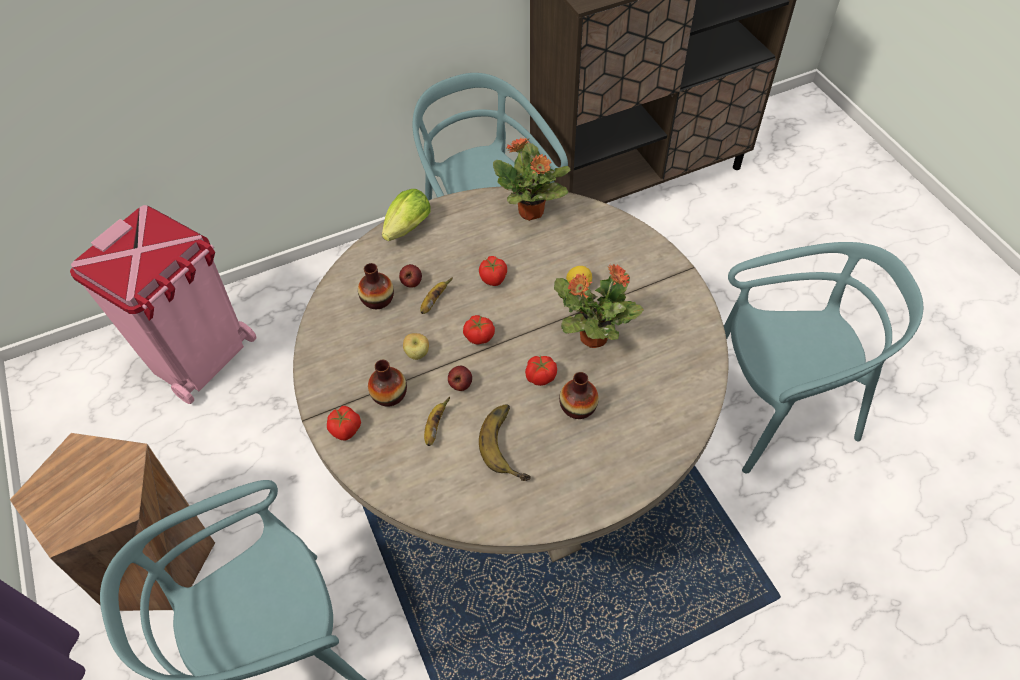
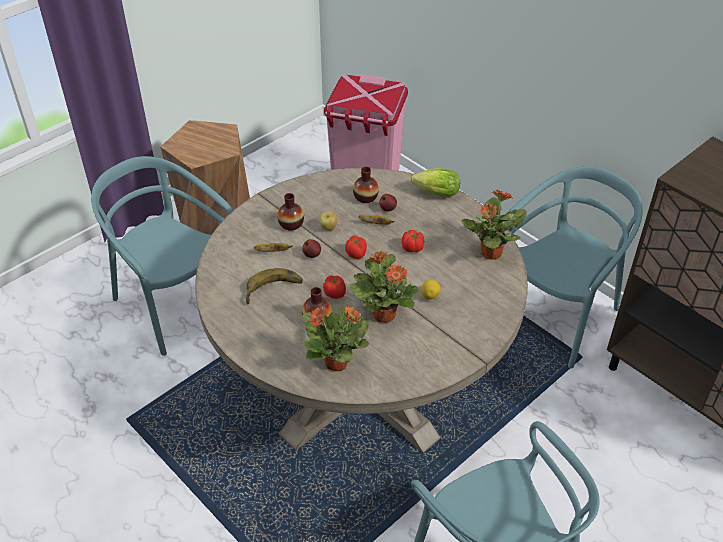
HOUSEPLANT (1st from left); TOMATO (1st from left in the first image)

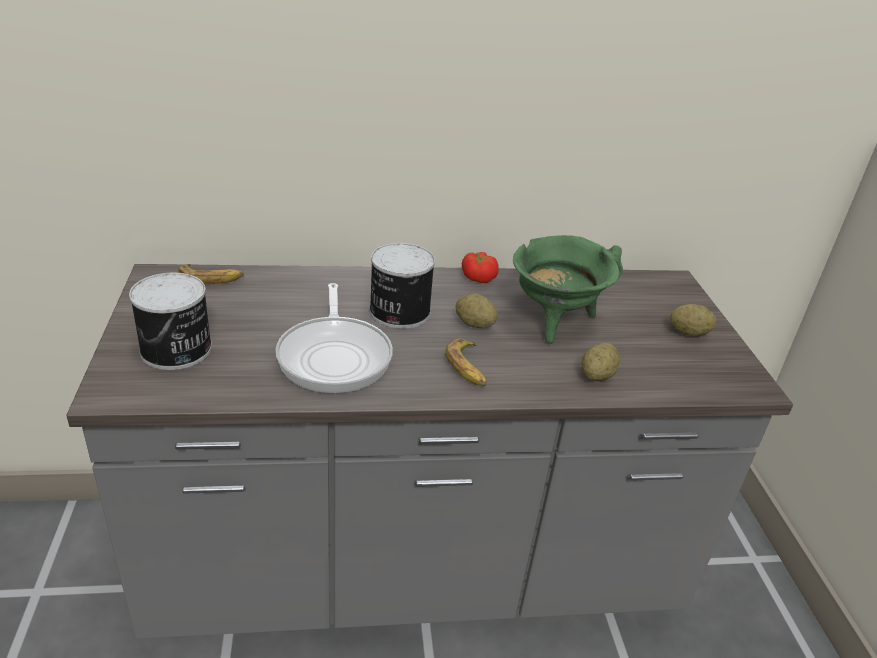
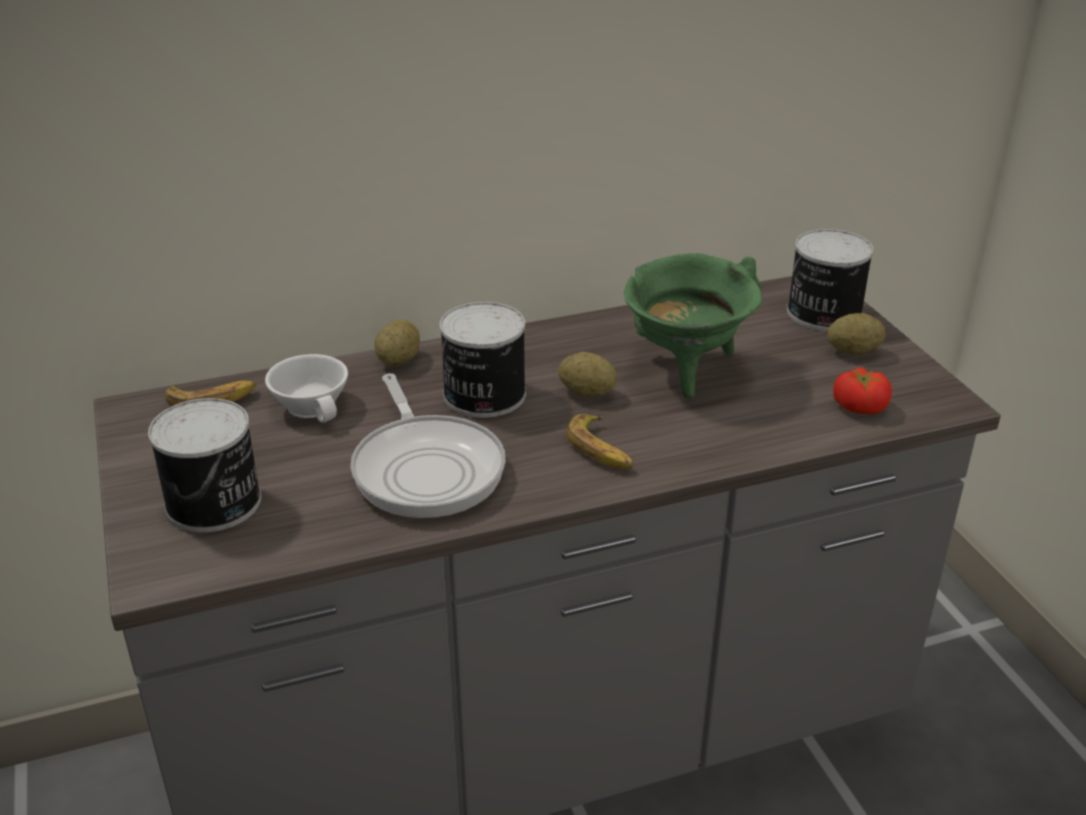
WHITE-COLOURED CUP; SPUD (1st from left); CAN (3rd from left); TOMATO

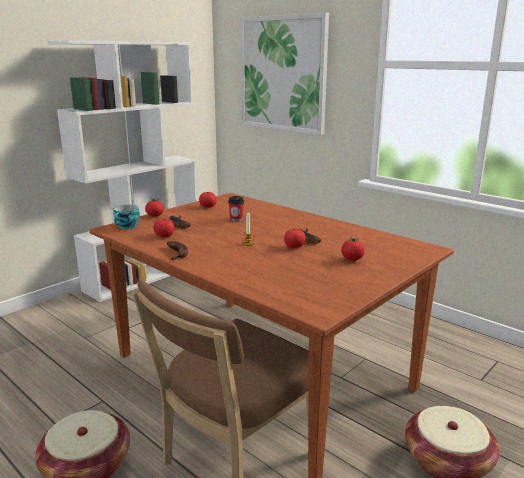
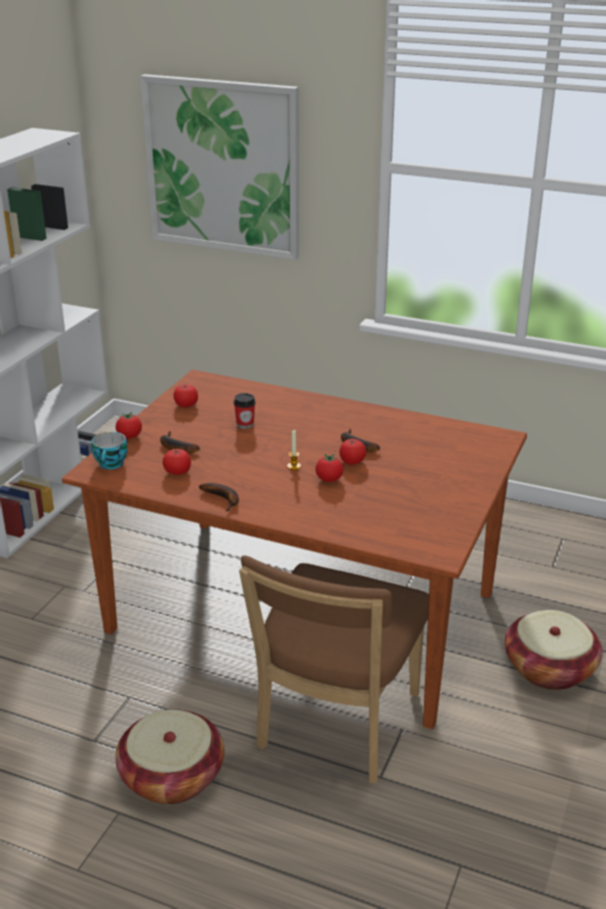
TOMATO (4th from left)

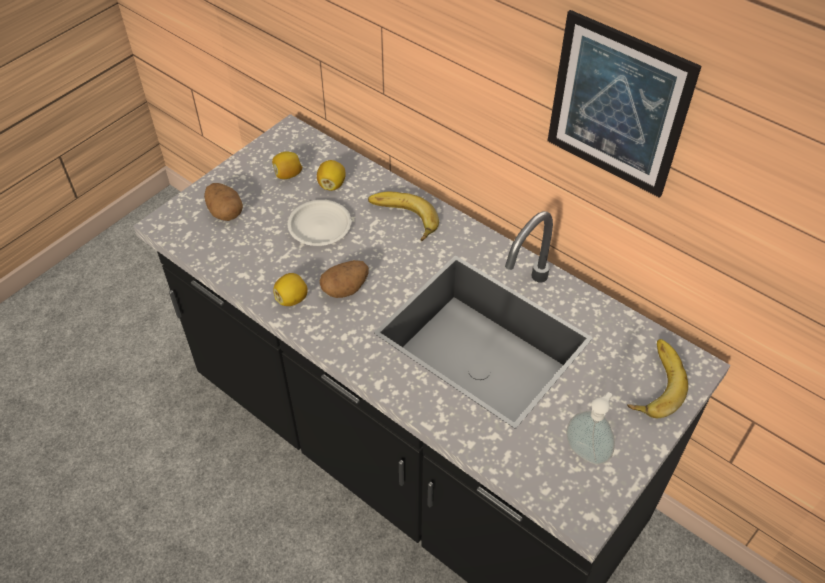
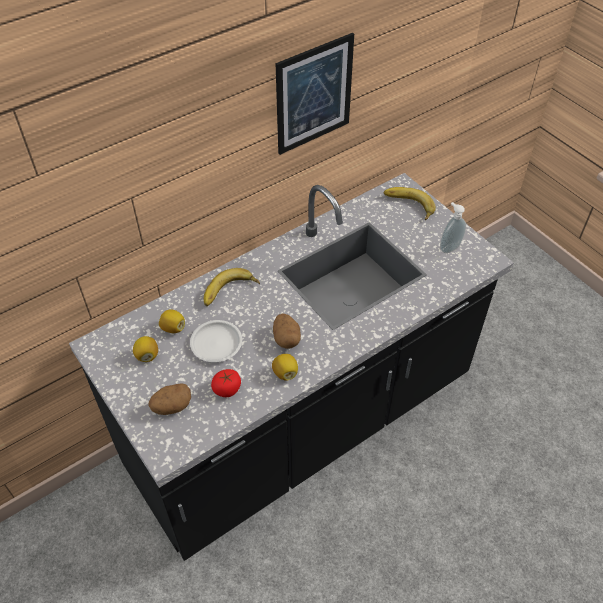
TOMATO

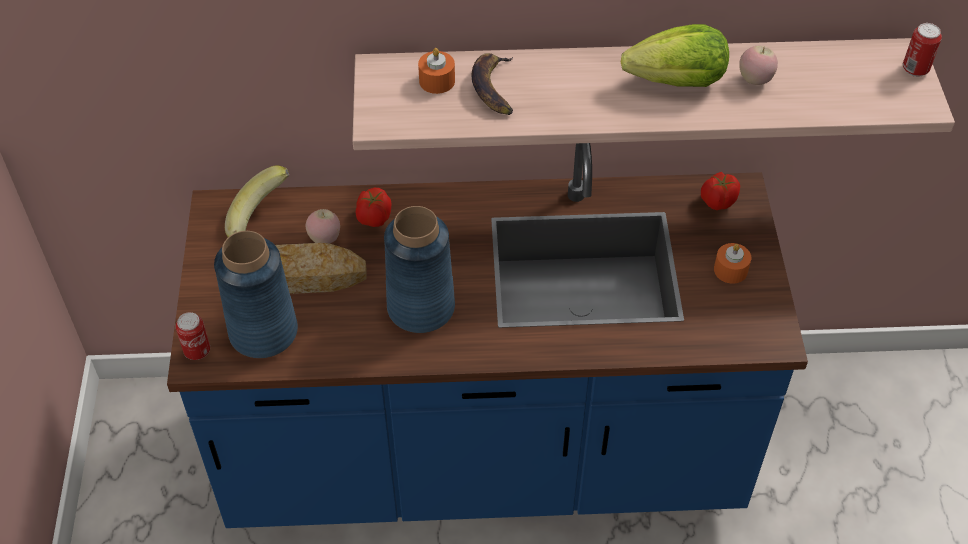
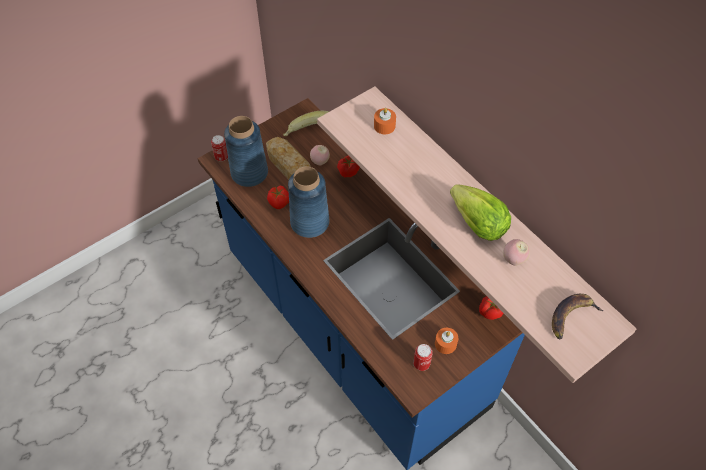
TOMATO (1st from left); CAN (2nd from left); BANANA FRUIT (2nd from left)

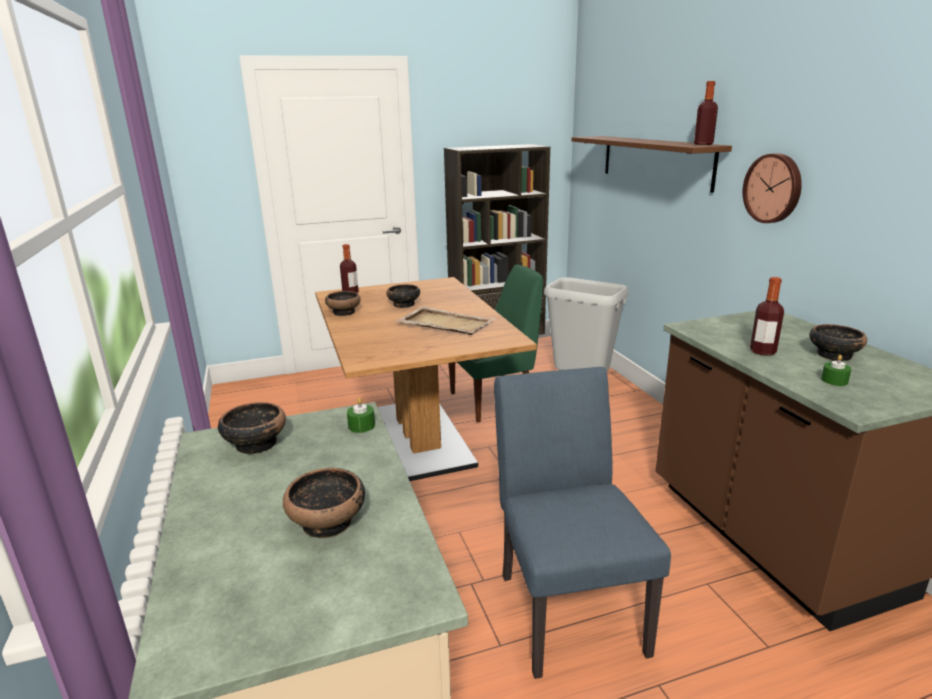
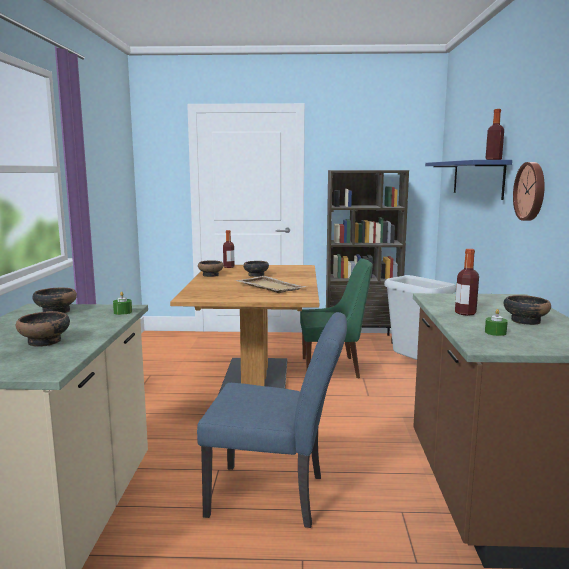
BLUE PLAIN CHAIR; BLUE SHELF

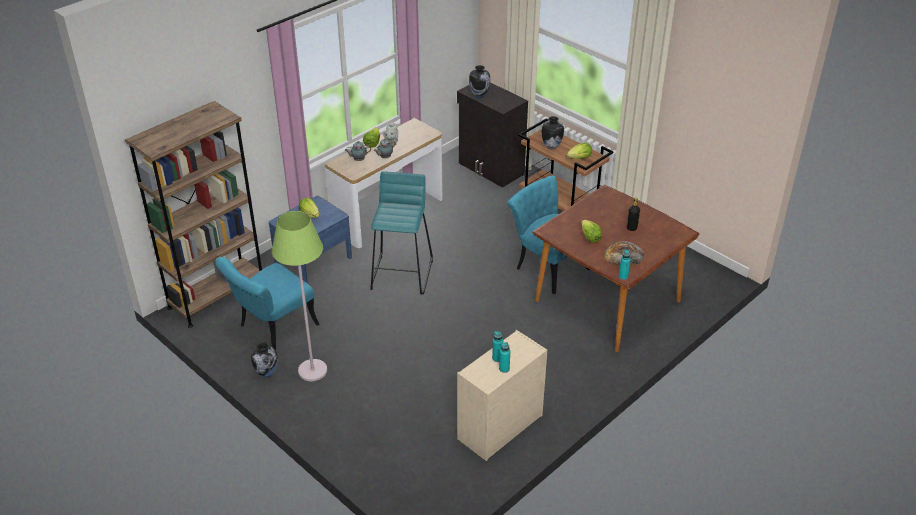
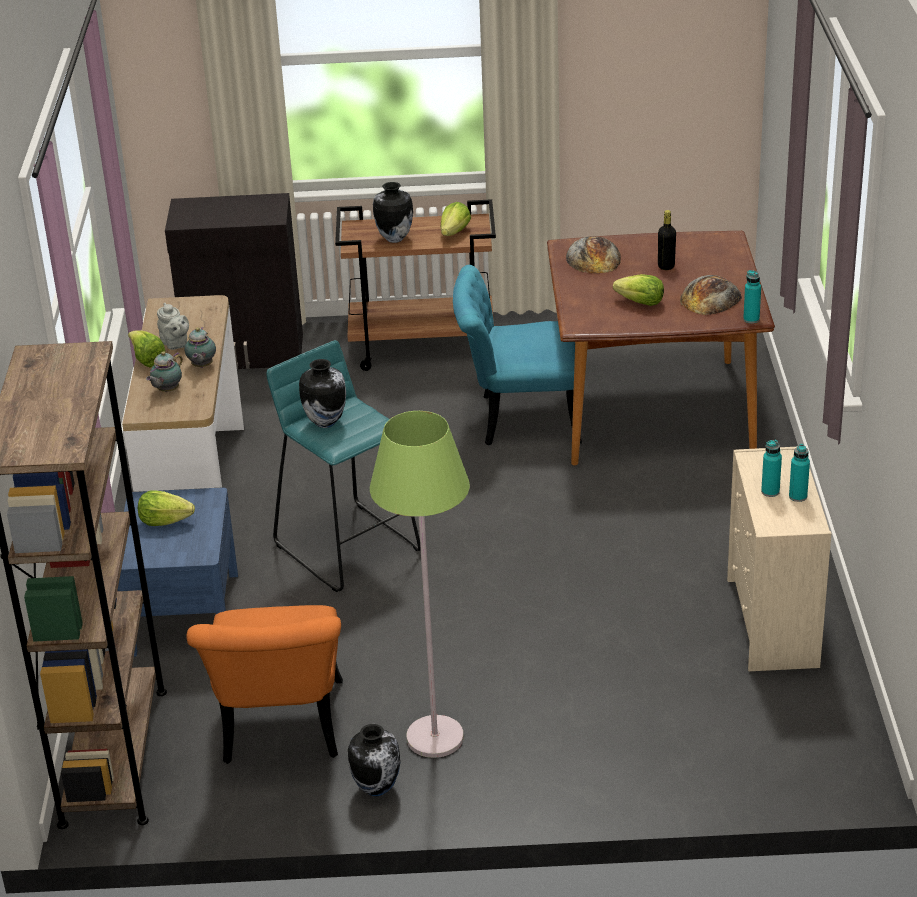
ORANGE PLAIN CHAIR; VASE (1st from left); BAKED BREAD (1st from left)

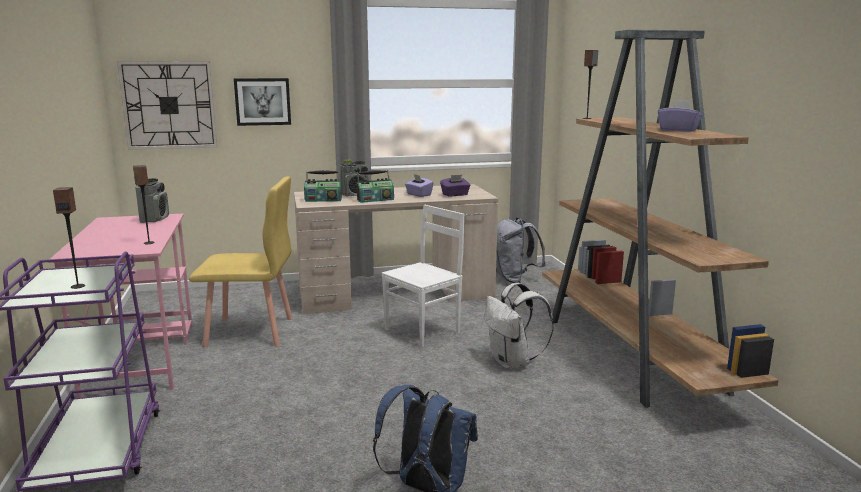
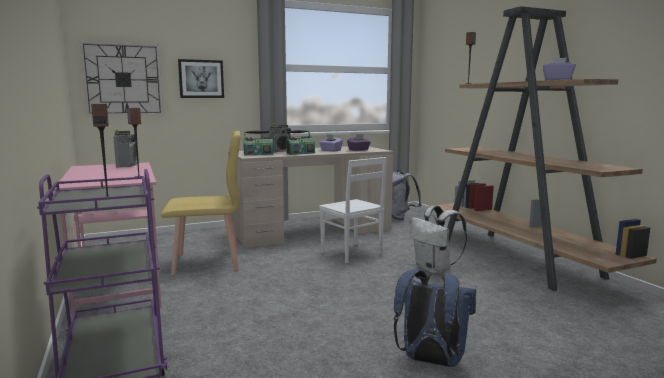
WHITE-COLOURED PLAIN CHAIR

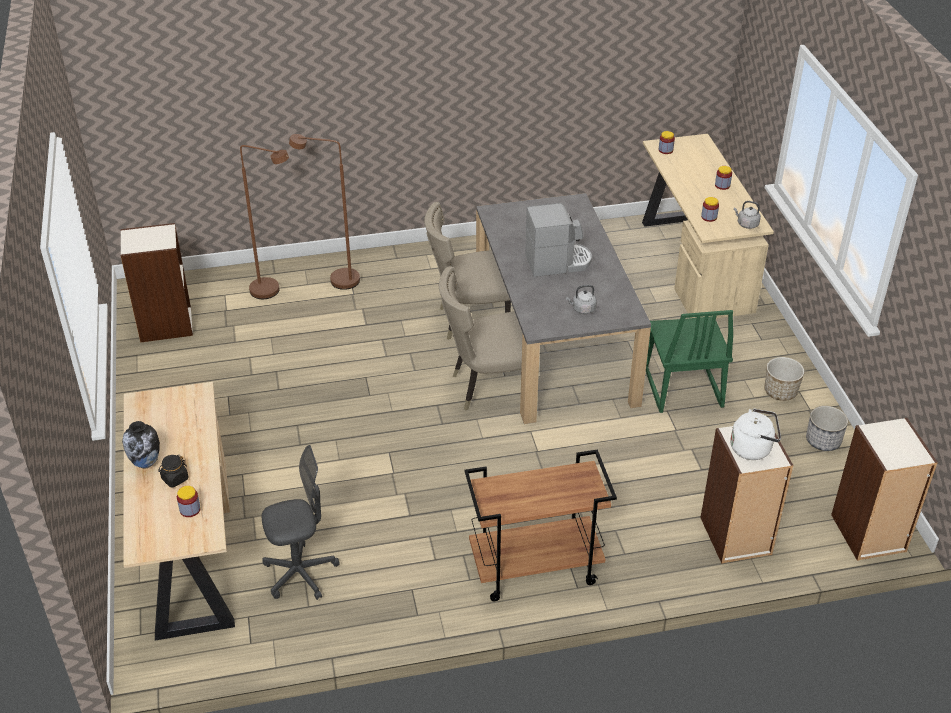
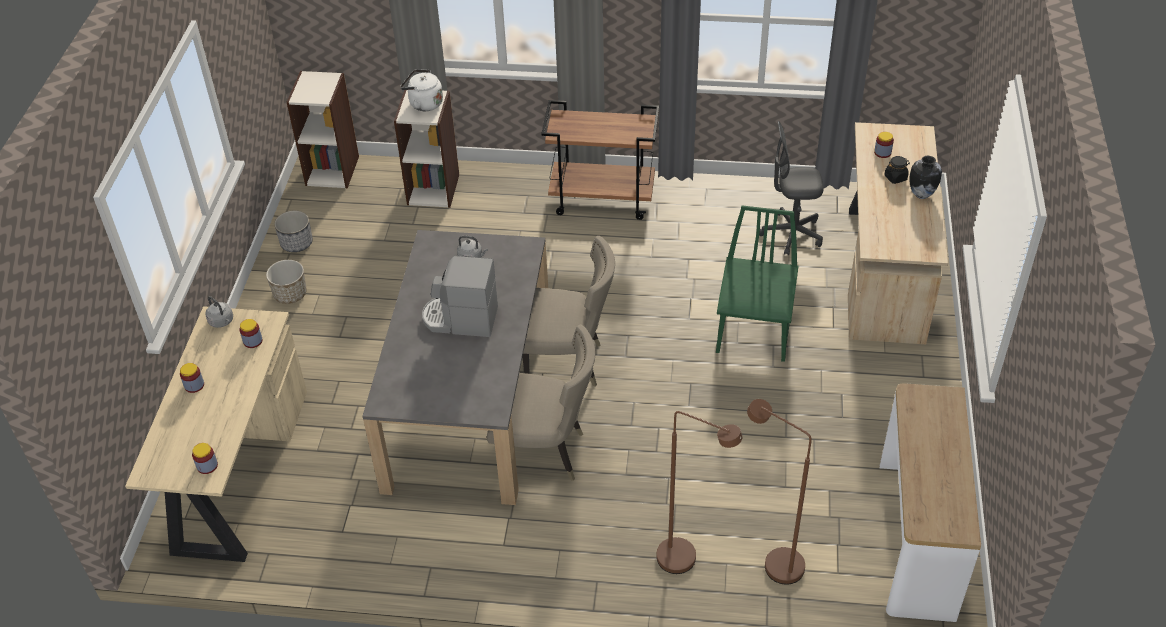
GREEN PLAIN CHAIR; HALL TABLE

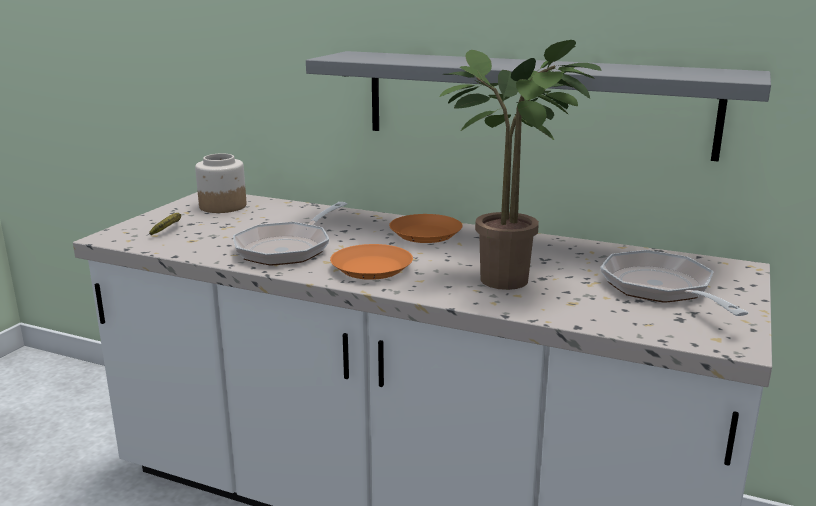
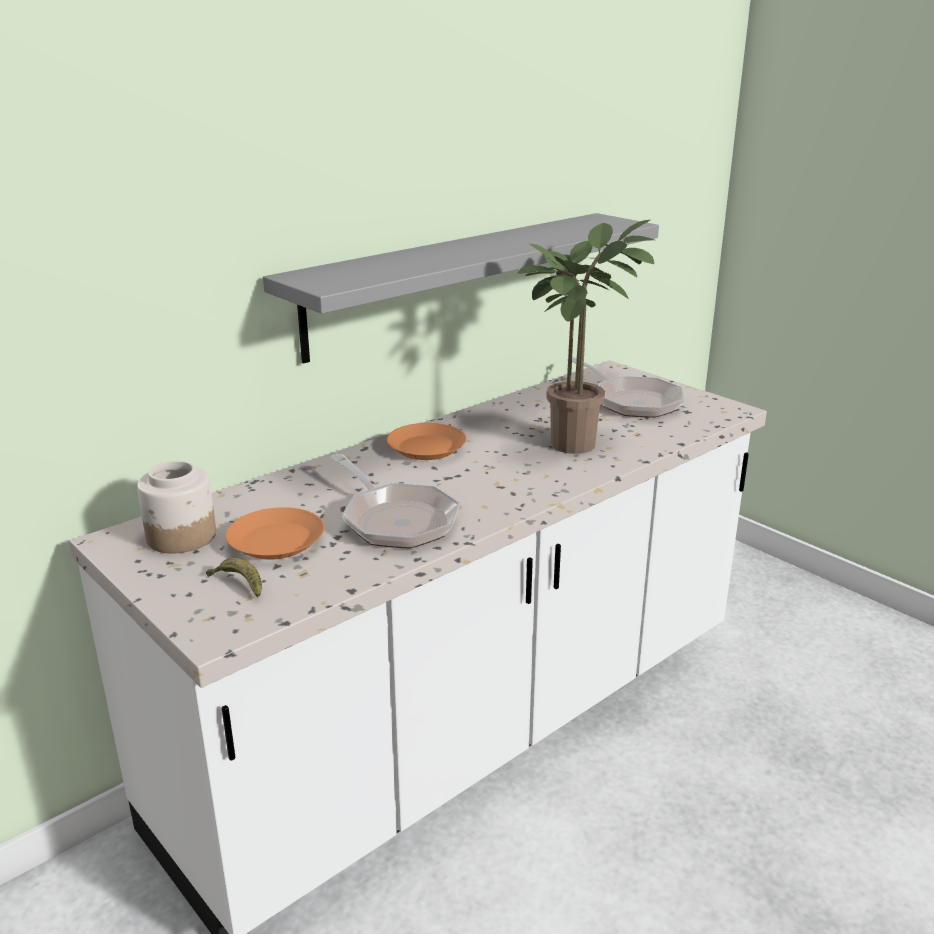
ORANGE DINNER PLATE (1st from left); FRYING PAN (2nd from left)

